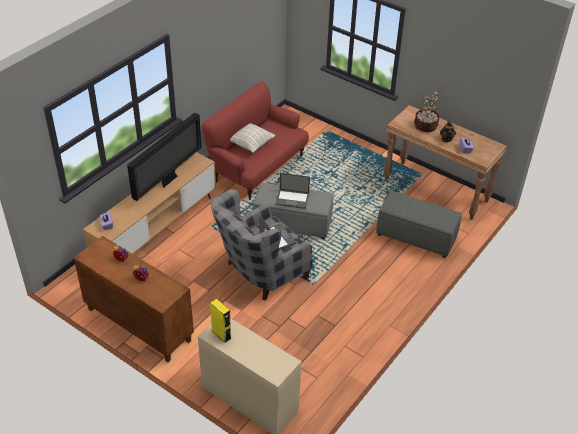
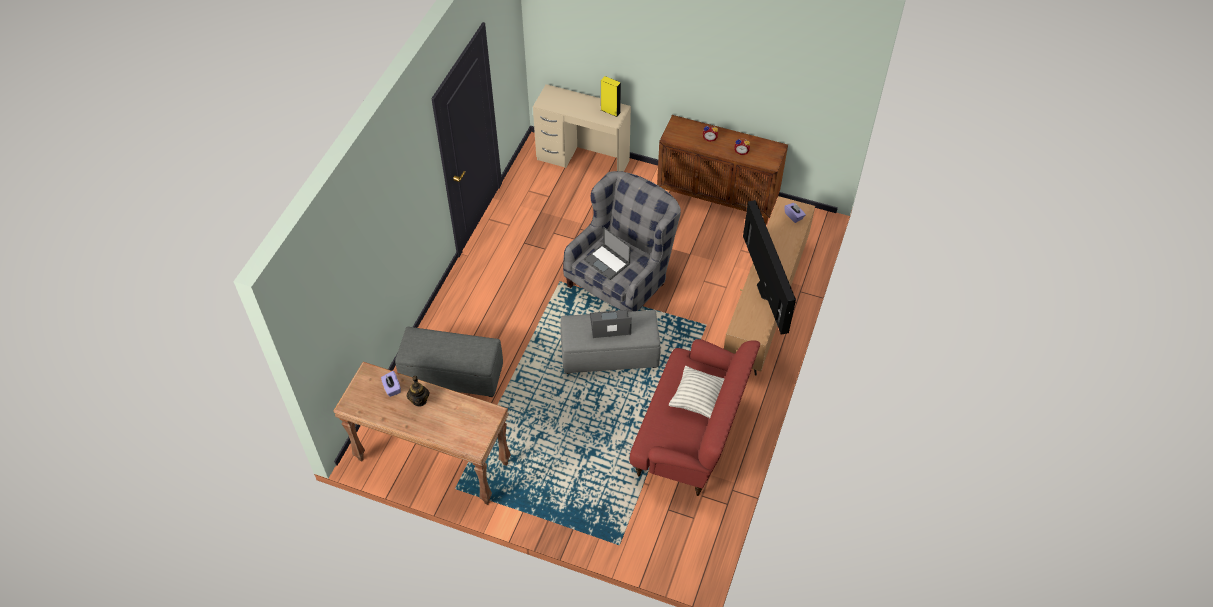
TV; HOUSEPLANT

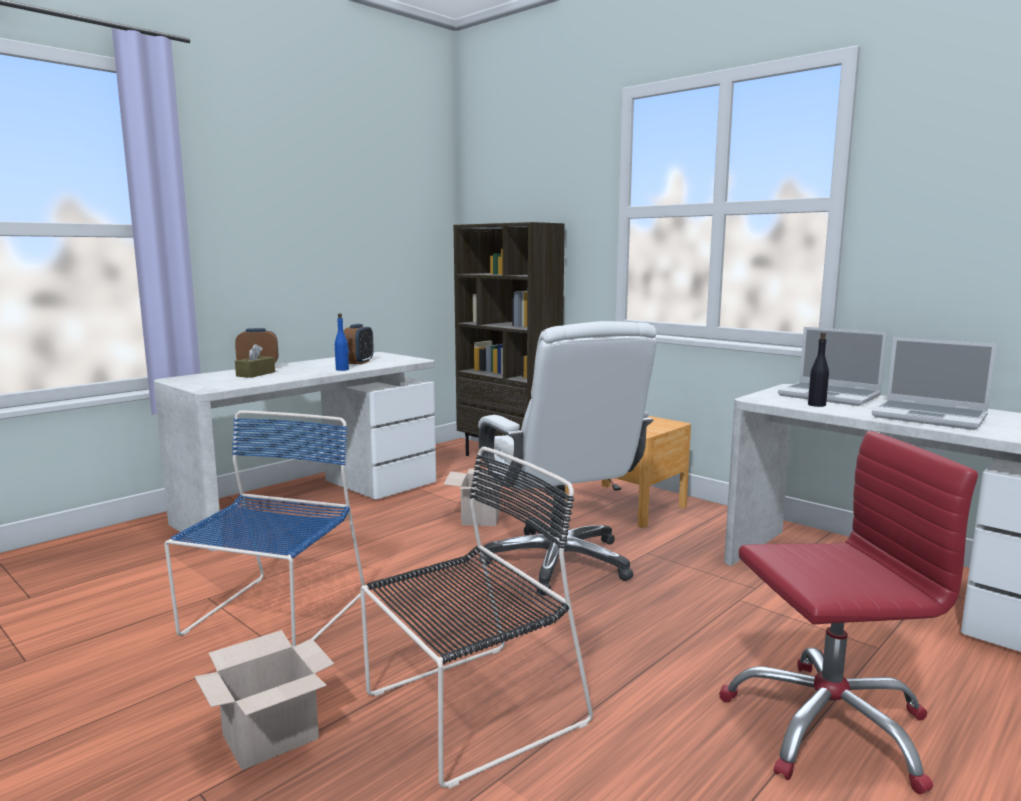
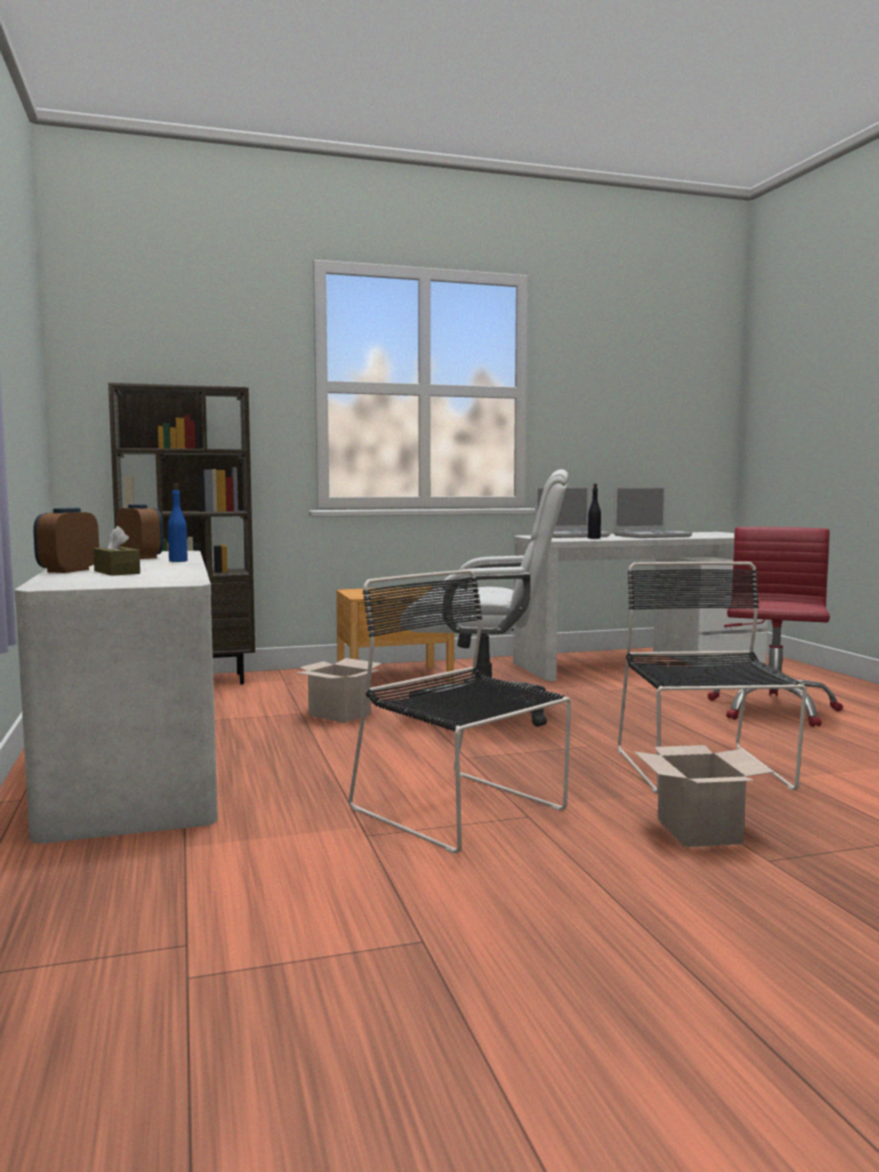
BLACK-COLOURED PLAIN CHAIR (1st from left)

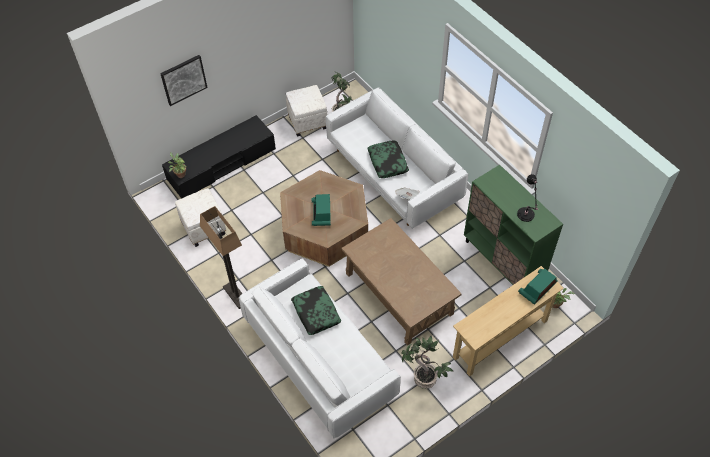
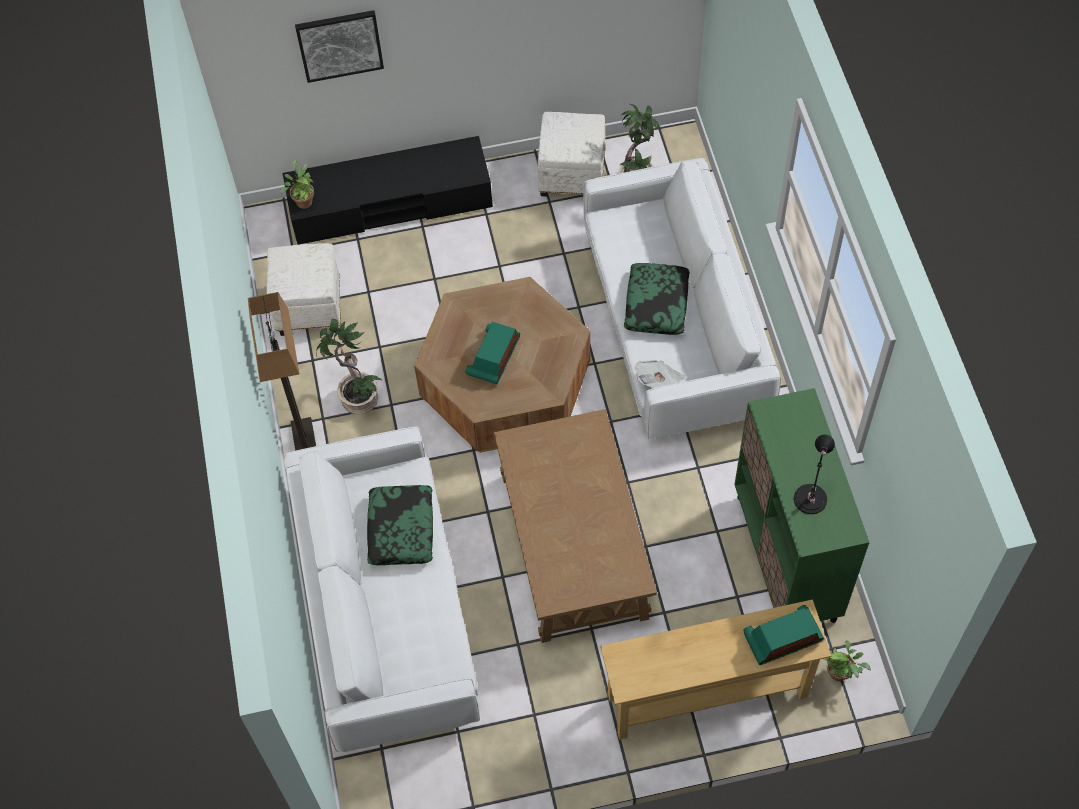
HOUSEPLANT (2nd from left)

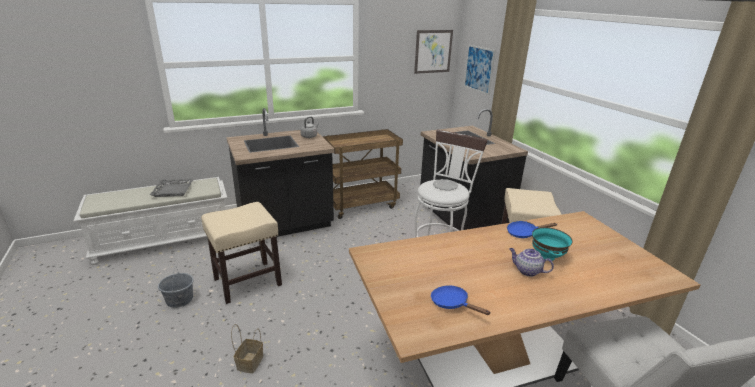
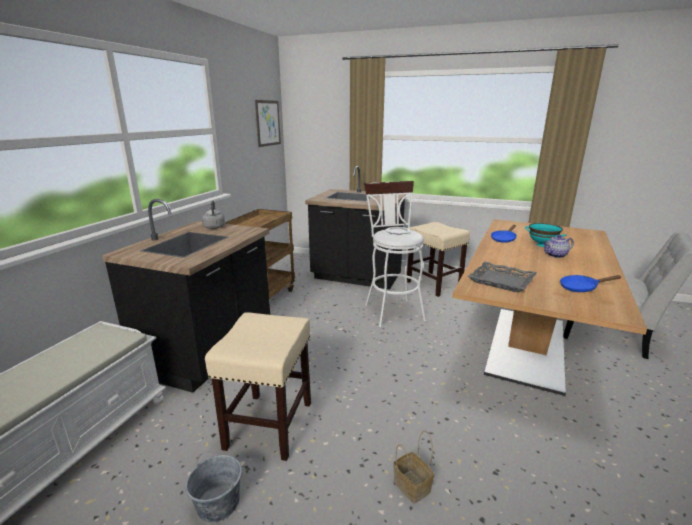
GREY TRAY; WALL ART (2nd from left in the first image)

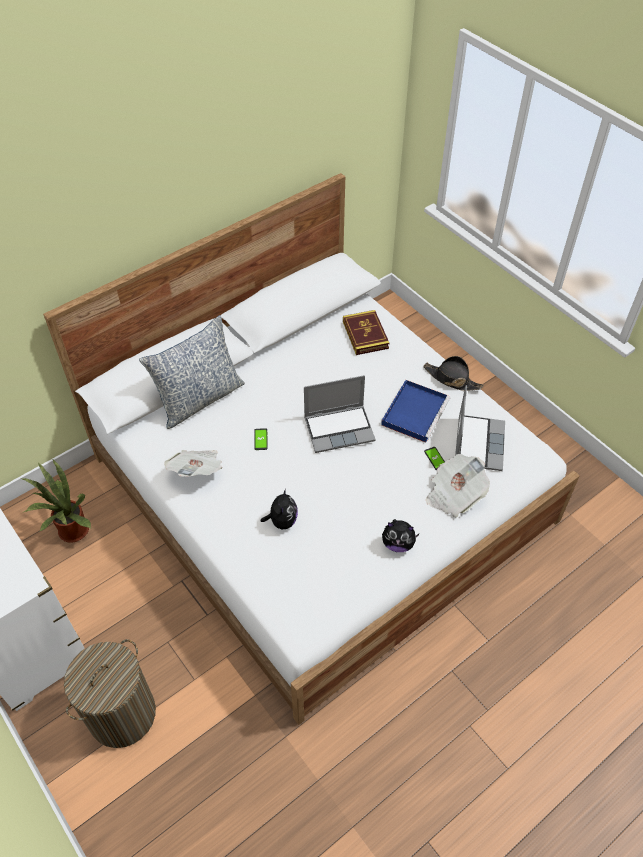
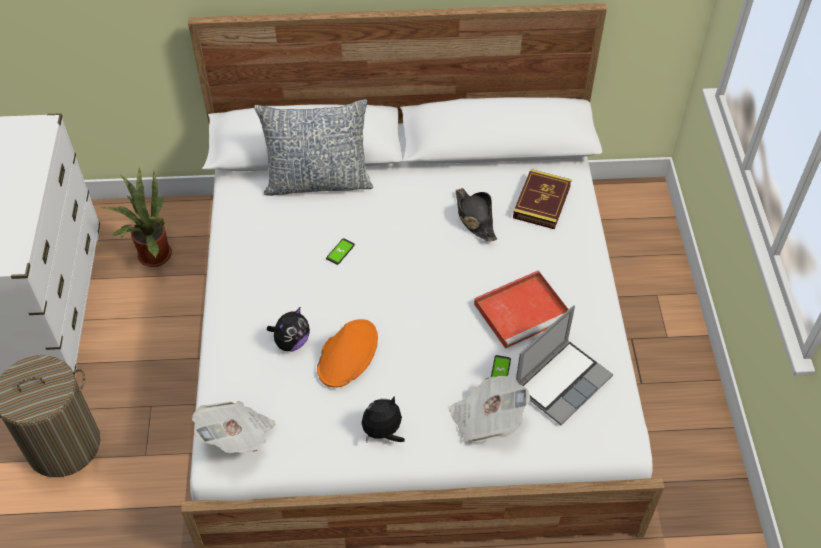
PRINTED PAPER (1st from left); ORANGE HAT; PLUSH TOY (2nd from left); BLACK-COLOURED HAT; RED TRAY; PORTABLE COMPUTER (1st from left in the first image)

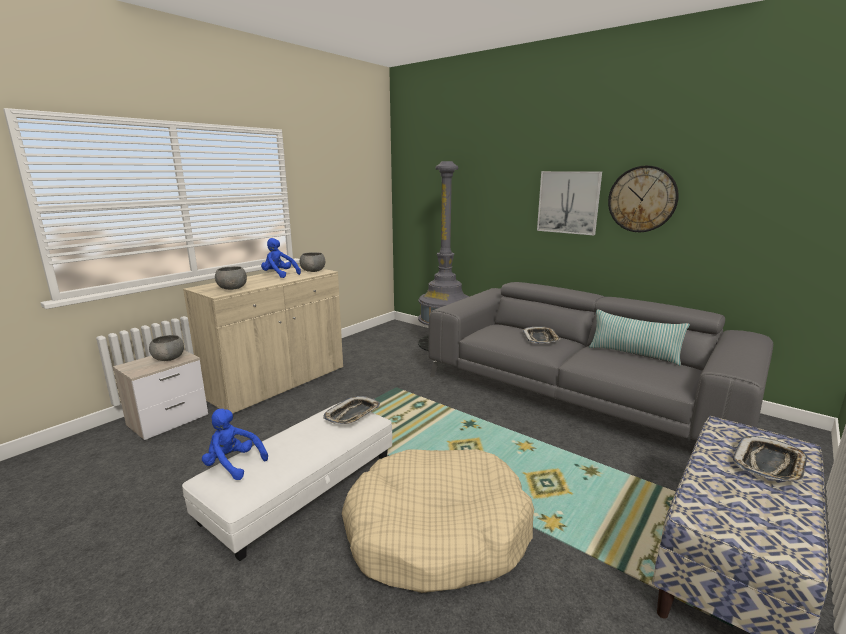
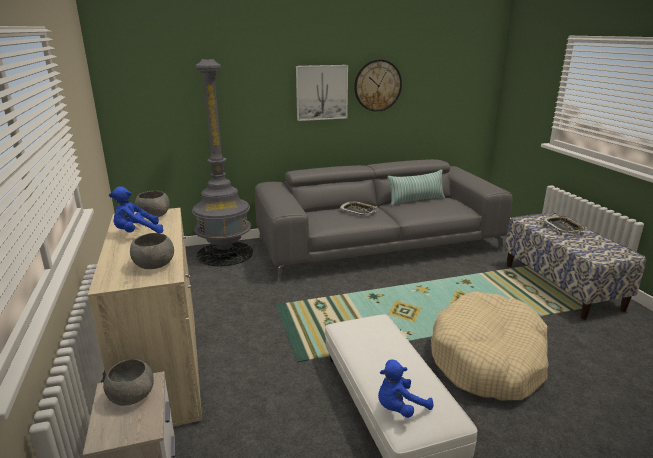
TRAY (1st from left in the first image)

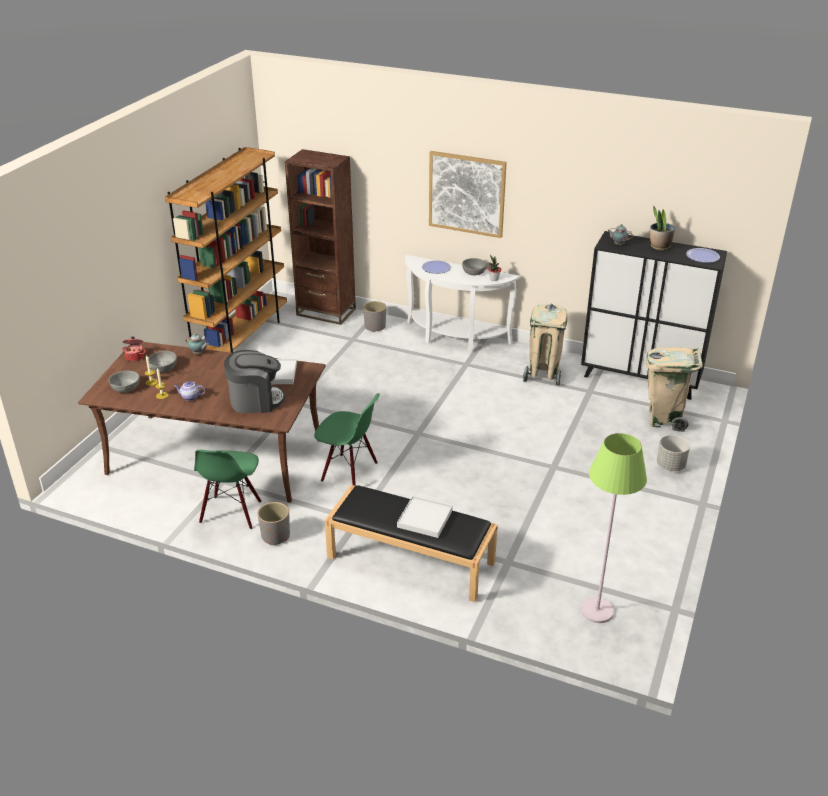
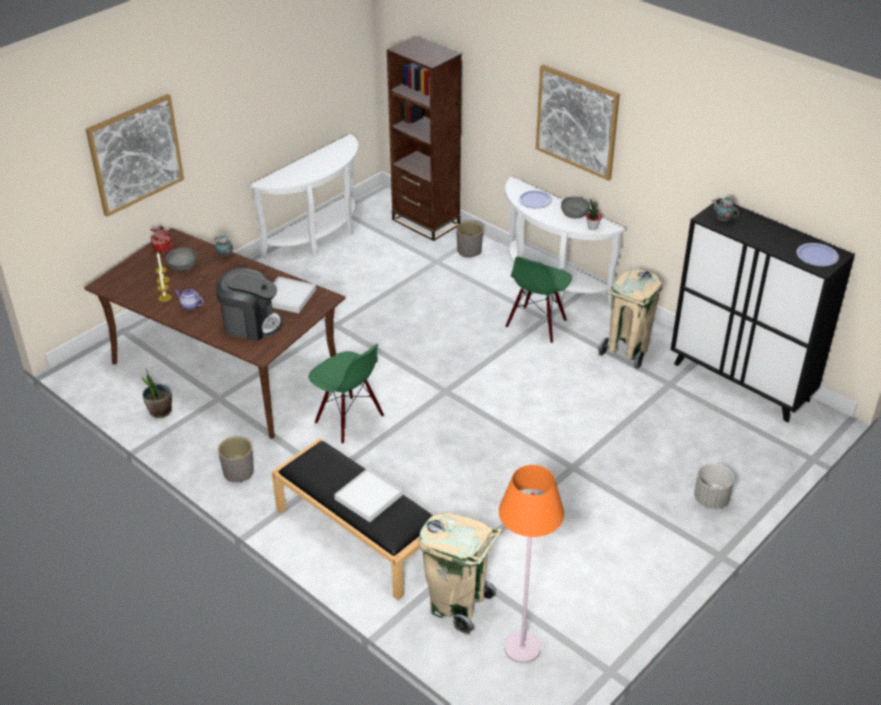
WALL ART (1st from left); HOUSEPLANT (1st from left); WHITE-COLOURED HALL TABLE (1st from left); BEIGE-COLOURED TRASH CAN (1st from left); ORANGE STANDARD LAMP; GREEN PLAIN CHAIR (2nd from left); GREY DEEP DISH (1st from left in the first image)

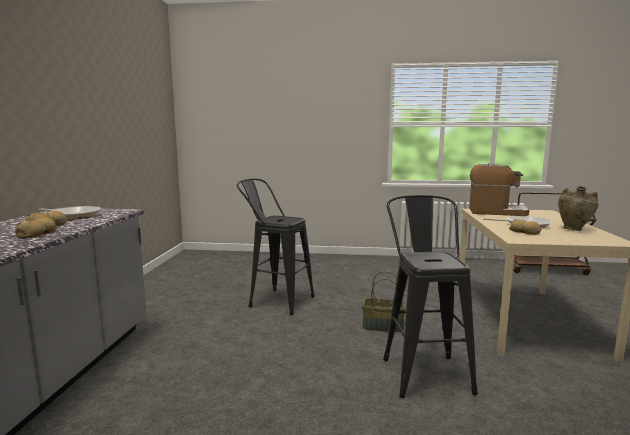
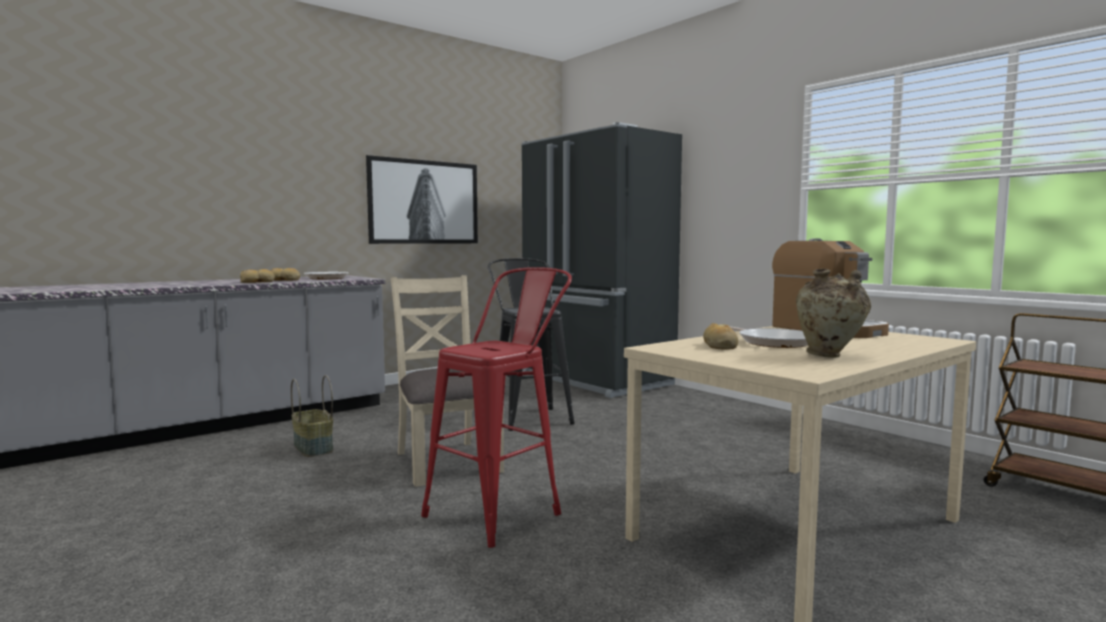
STORAGE BASKET; WALL ART; BEIGE-COLOURED PLAIN CHAIR; RED SITTING STOOL; BLACK-COLOURED REFRIGERATOR

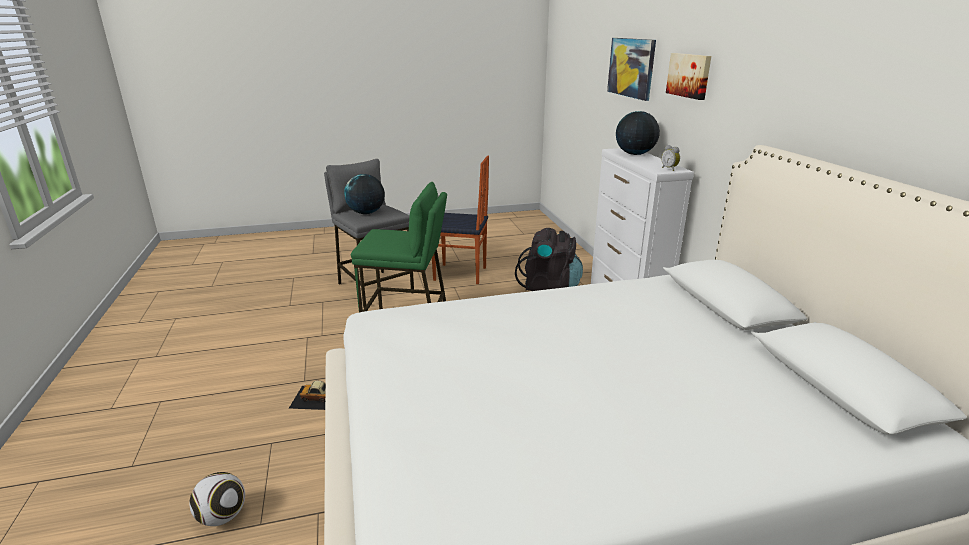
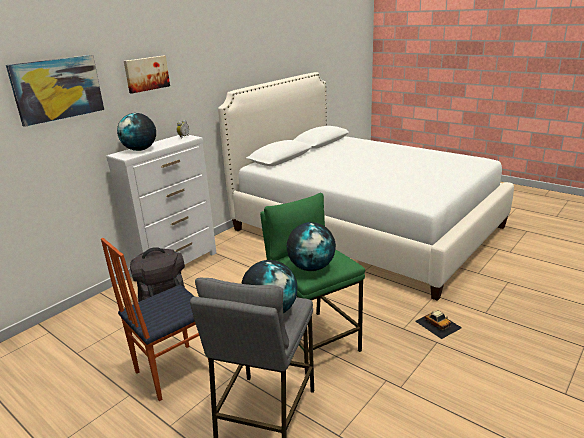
PLAIN CHAIR; WORLD GLOBE (3rd from left); FOOTBALL

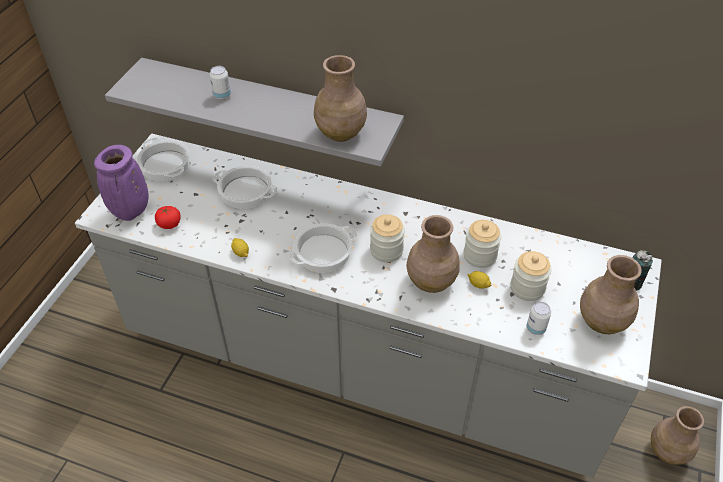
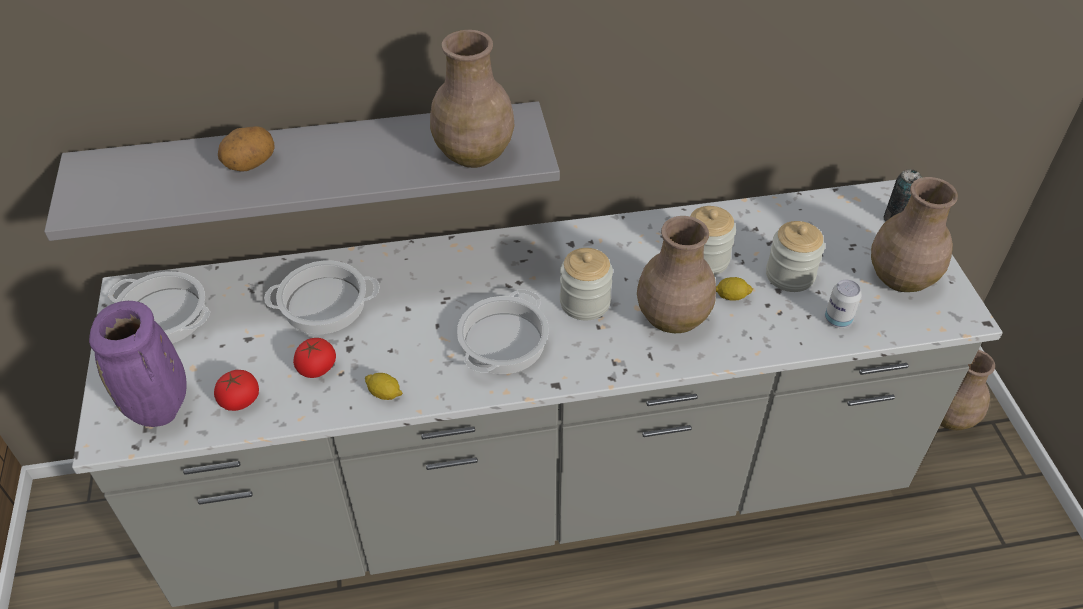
SPUD; TOMATO (2nd from left)

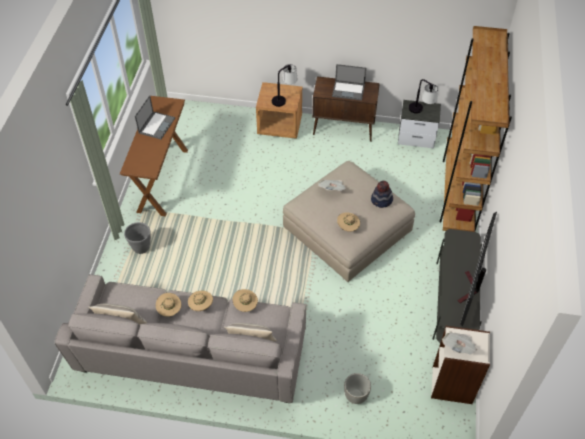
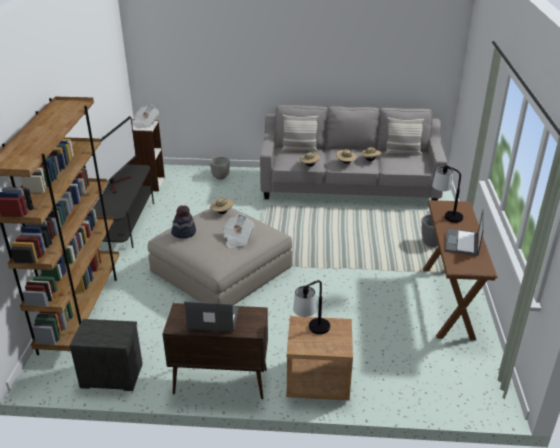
TABLETOP LAMP (2nd from left)

